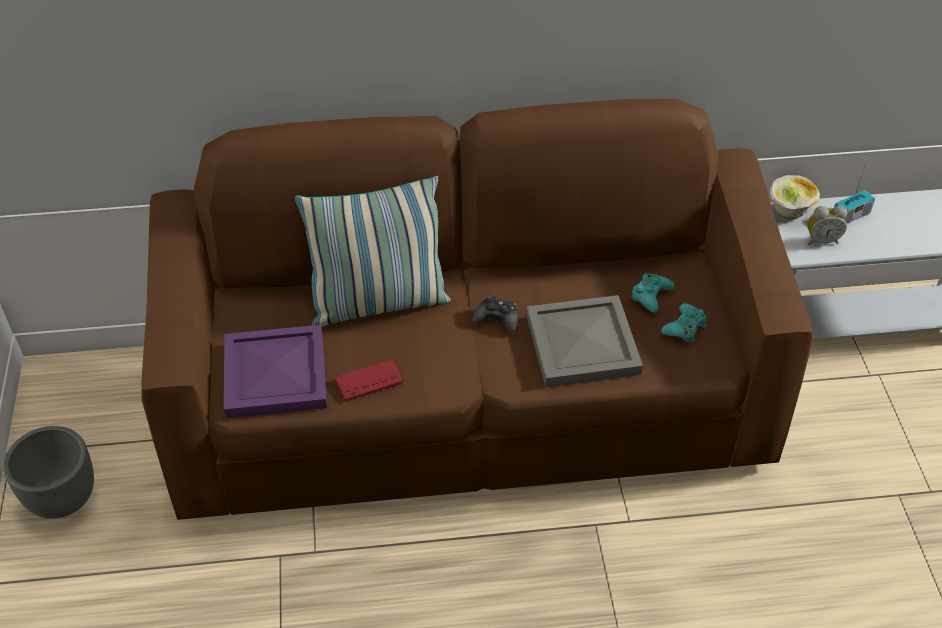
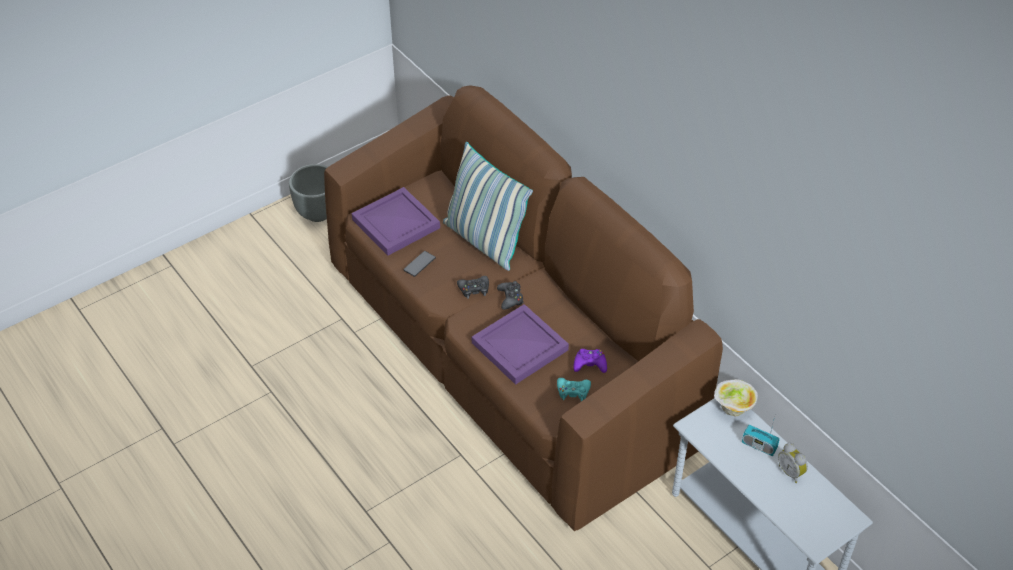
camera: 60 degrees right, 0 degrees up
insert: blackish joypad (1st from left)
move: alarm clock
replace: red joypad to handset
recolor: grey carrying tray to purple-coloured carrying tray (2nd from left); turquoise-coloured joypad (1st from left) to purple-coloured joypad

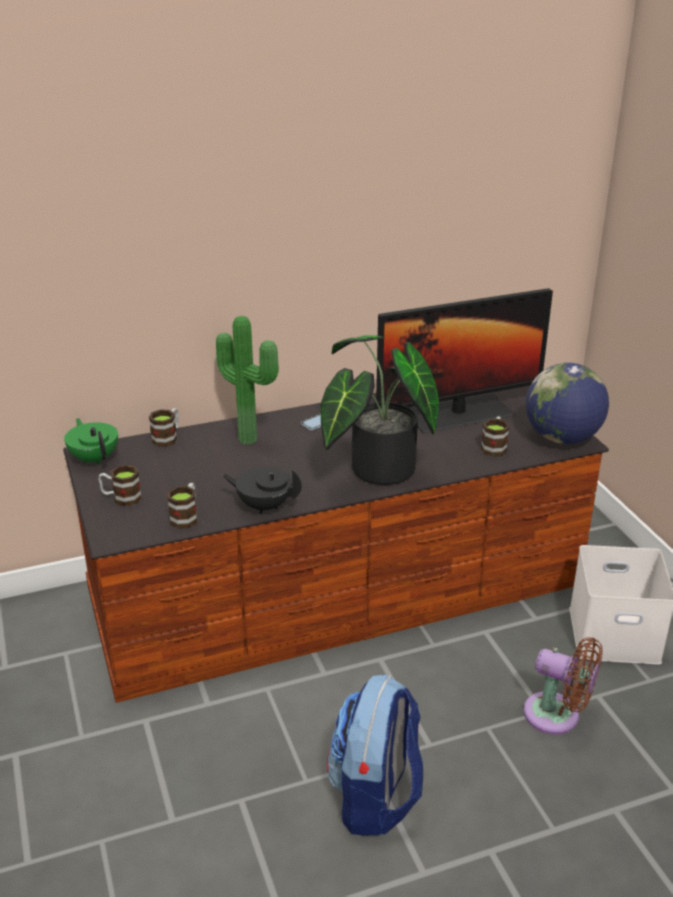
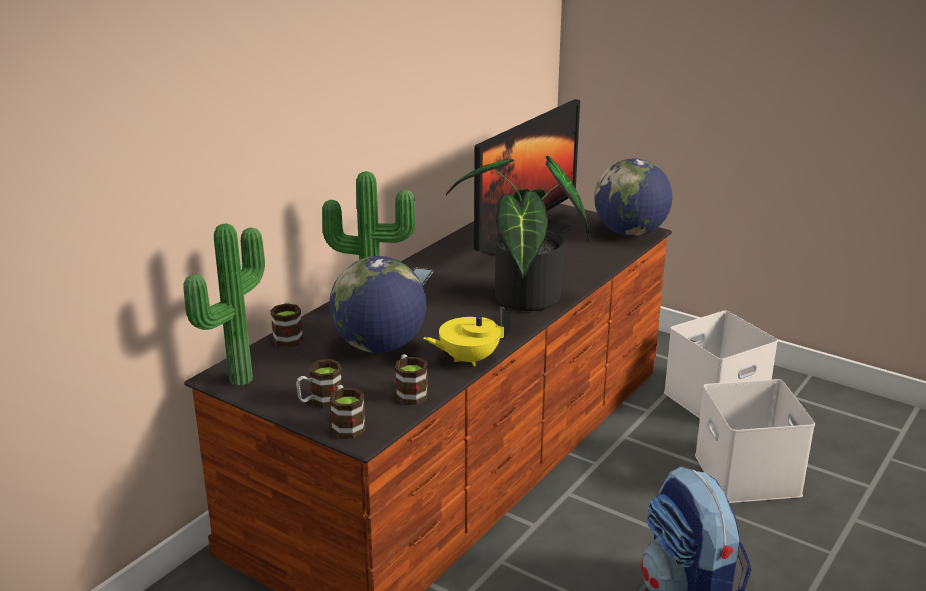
camera: 35 degrees left, 5 degrees down
insert: desk globe (1st from left)
move: tea mug (4th from left in the first image) to tea mug (3rd from left)
replace: green tea pot to houseplant (1st from left); brown-coloured fan to white storage container (2nd from left)
recolor: blackish tea pot to yellow tea pot

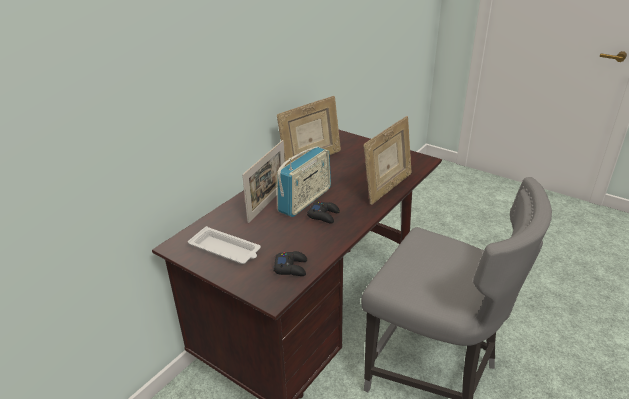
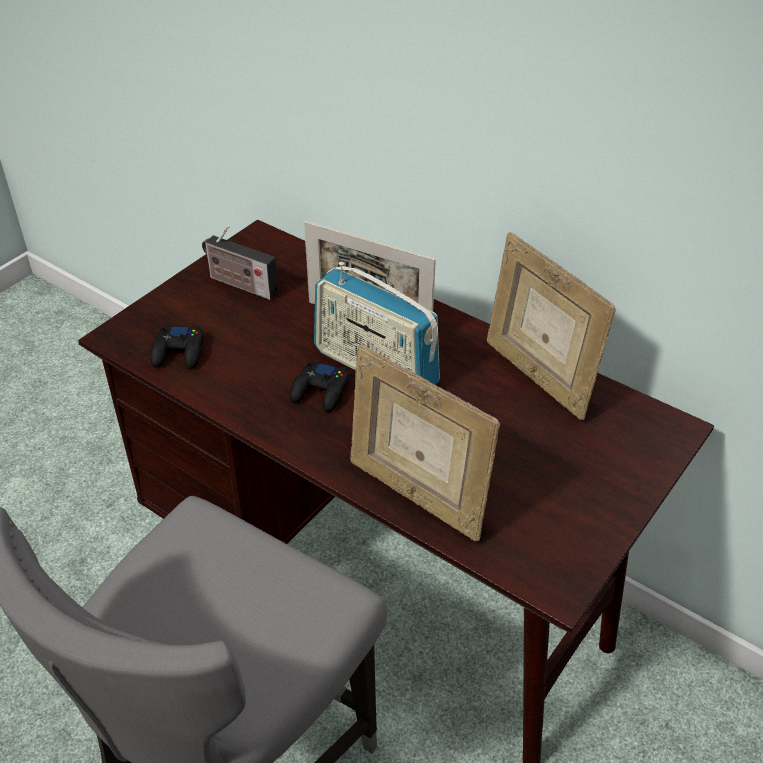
camera: 90 degrees right, 10 degrees up
replace: white carrying tray to radio receiver (1st from left)

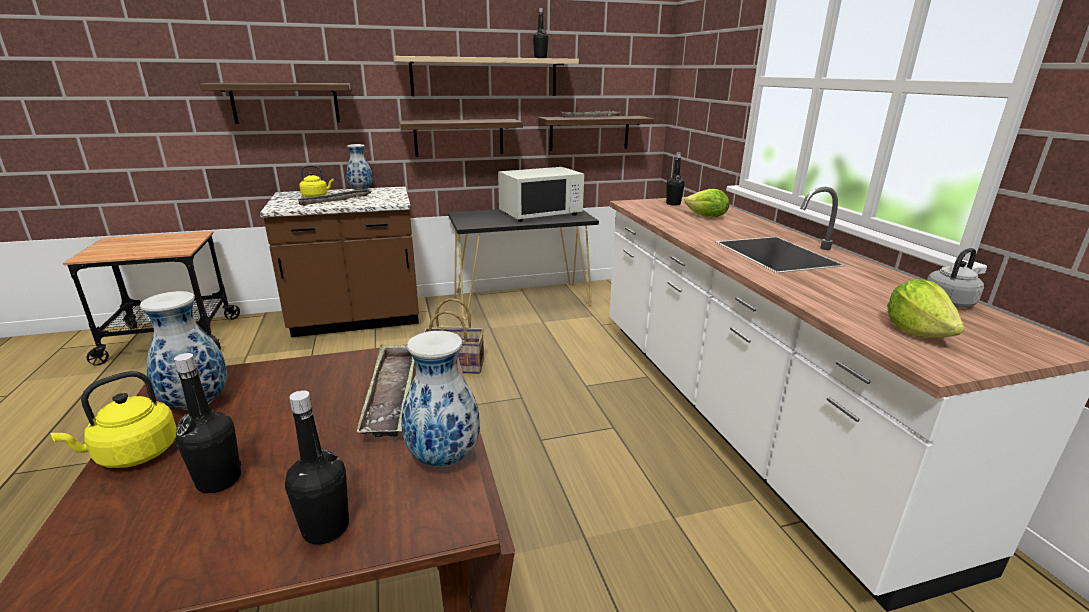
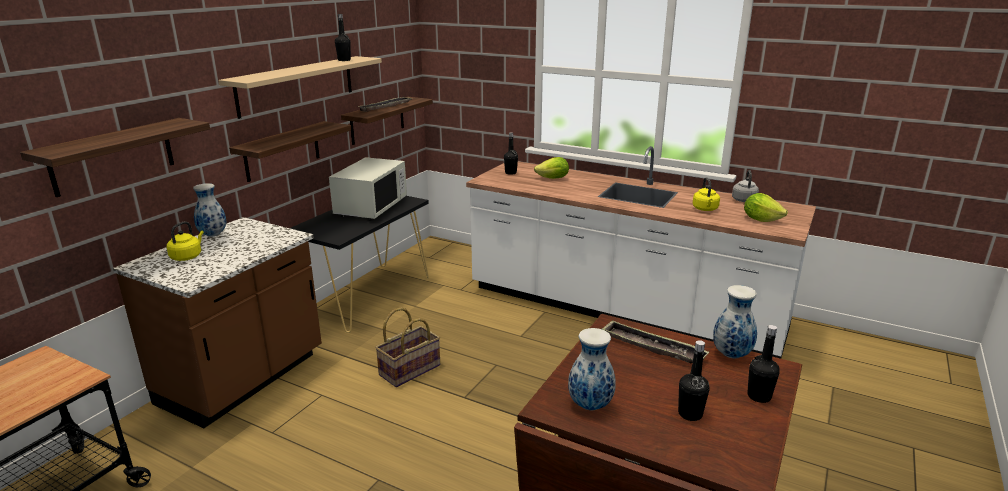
camera: 45 degrees left, 0 degrees up
delete: carrying tray (1st from left)
move: yellow kettle (1st from left in the first image) to yellow kettle (2nd from left)

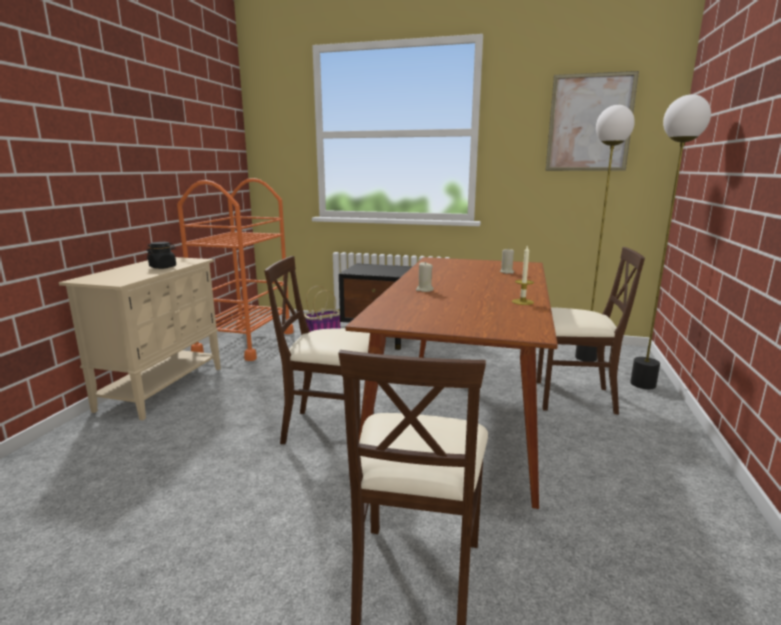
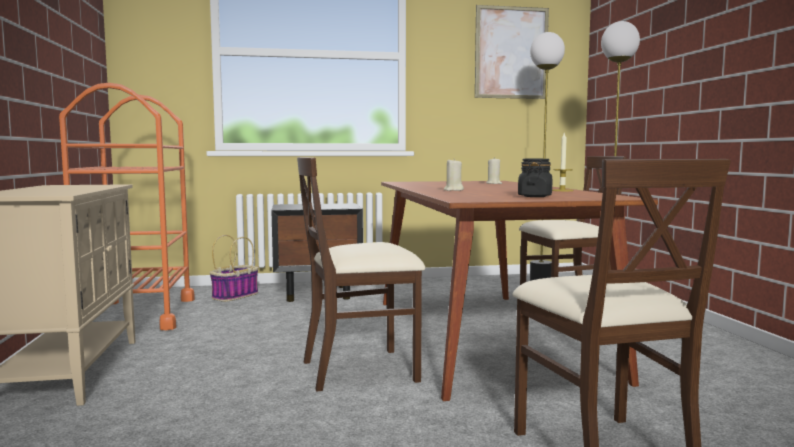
camera: 25 degrees left, 10 degrees down
move: blackish storage jar

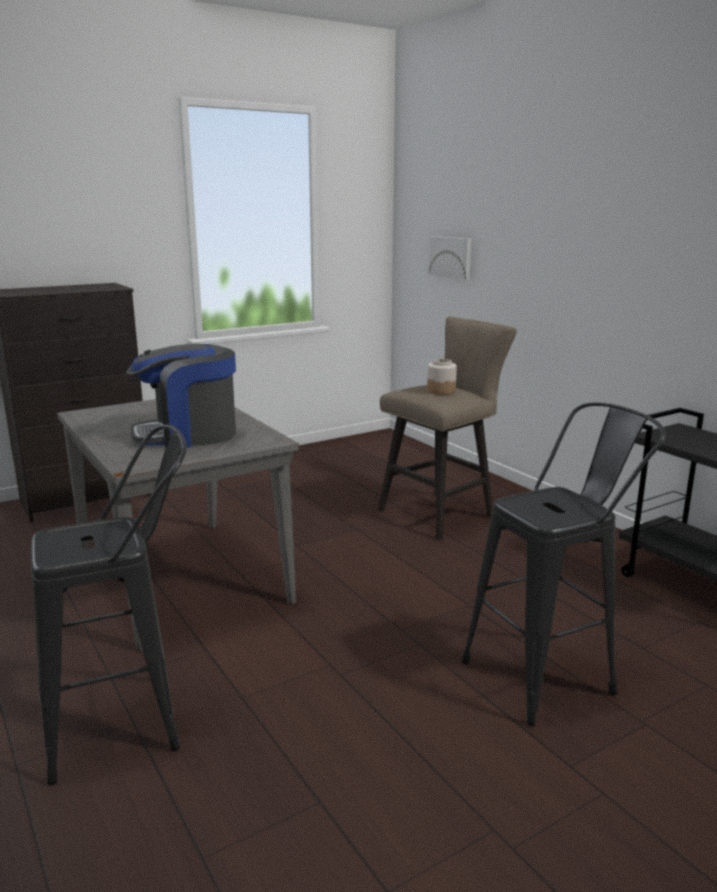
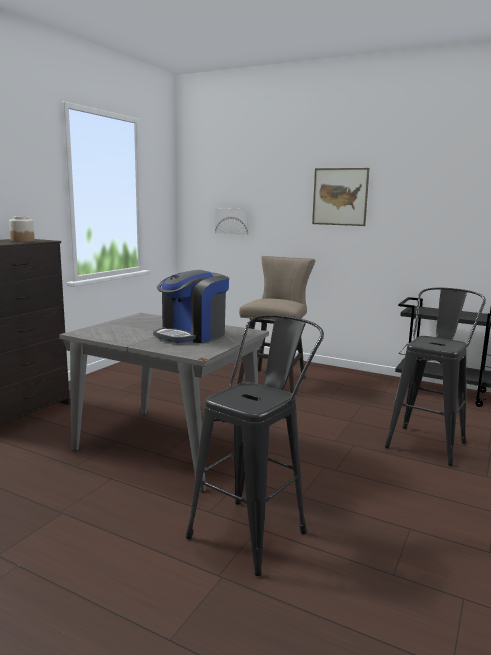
camera: 30 degrees left, 5 degrees down
insert: wall art (2nd from left)
move: storage jar

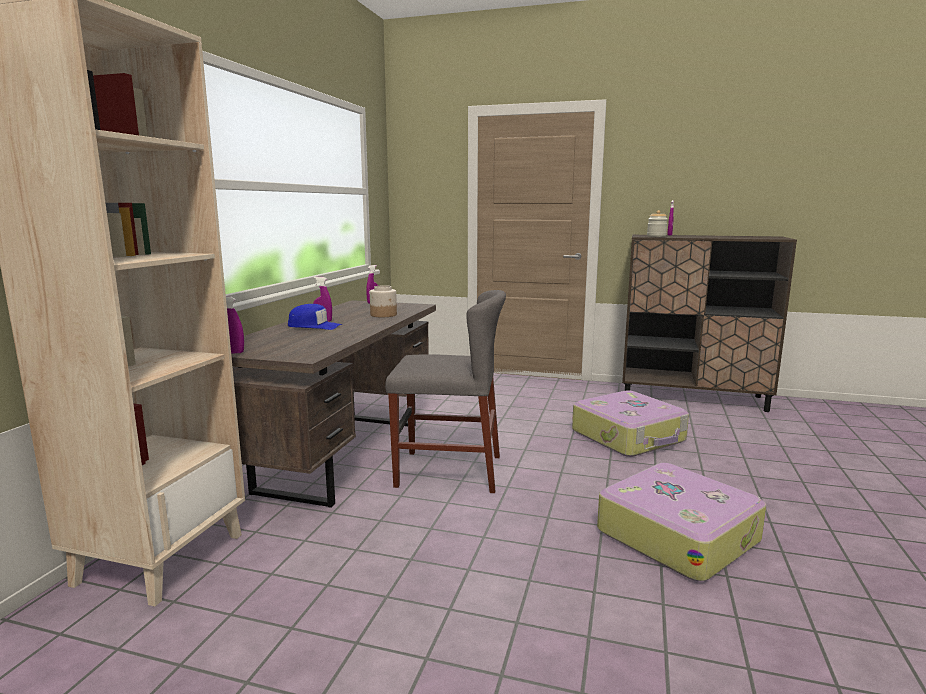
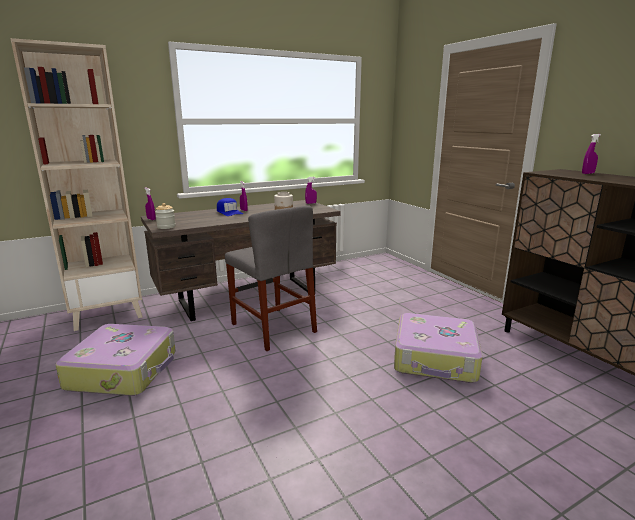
camera: 45 degrees right, 5 degrees up
move: suitcase (2nd from left in the first image) to suitcase (1st from left); storage jar (2nd from left in the first image) to storage jar (1st from left)

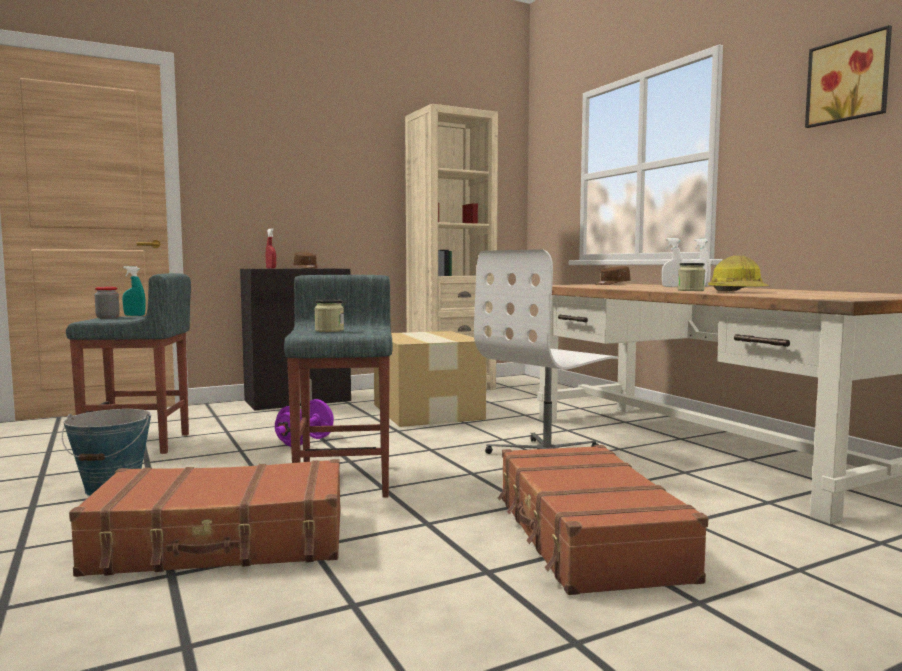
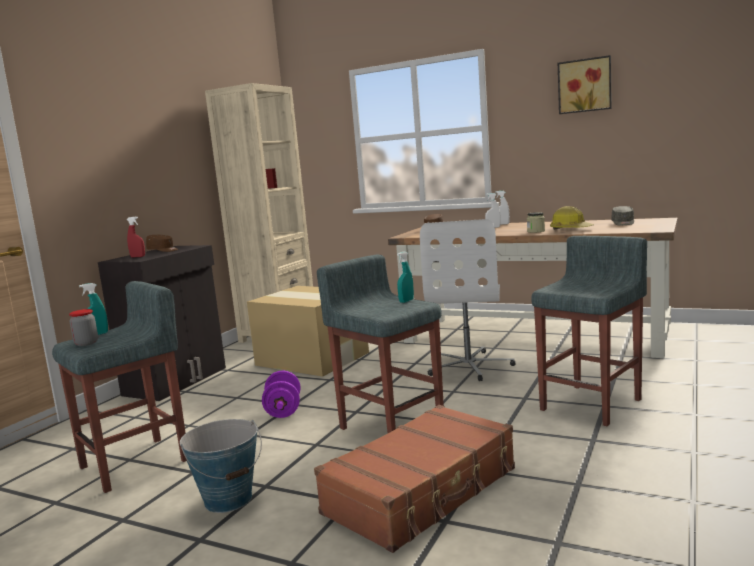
camera: 35 degrees left, 5 degrees up
delete: storage jar (2nd from left)
insert: turquoise-coloured hand sprayer (2nd from left); grey cap
replace: brown-coloured suitcase (2nd from left) to grey stool (3rd from left)

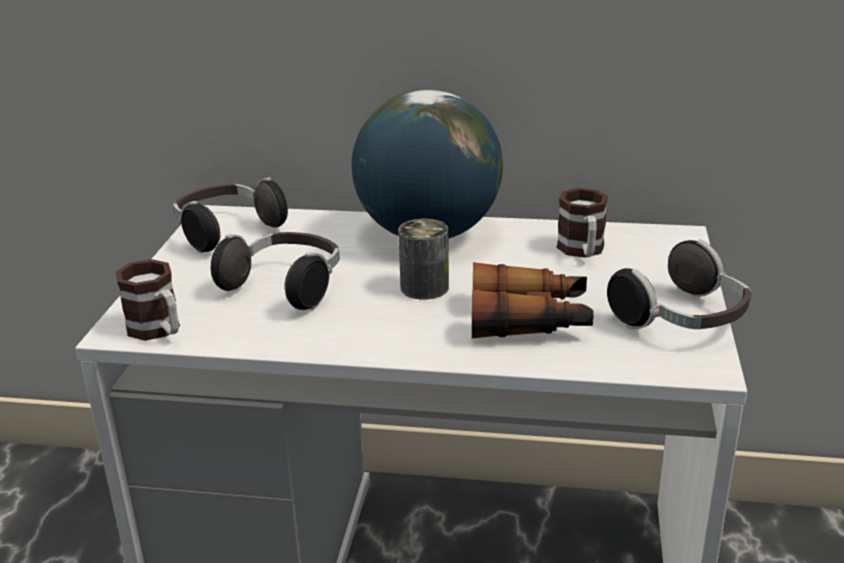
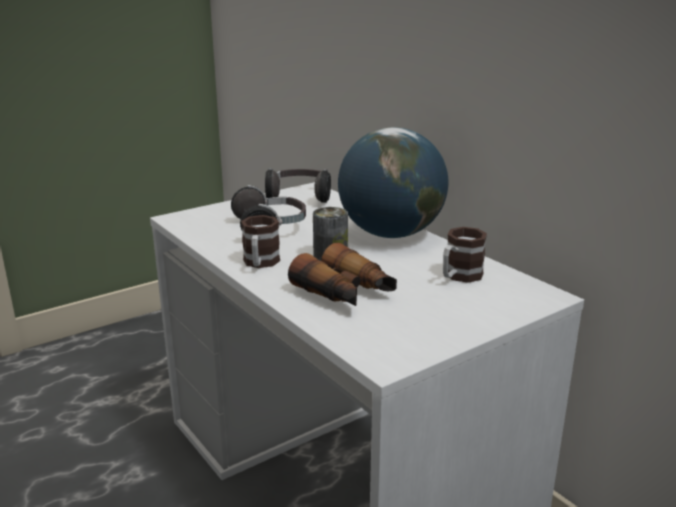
camera: 45 degrees right, 5 degrees down
delete: pair of headphones (3rd from left)
move: tea mug (1st from left)

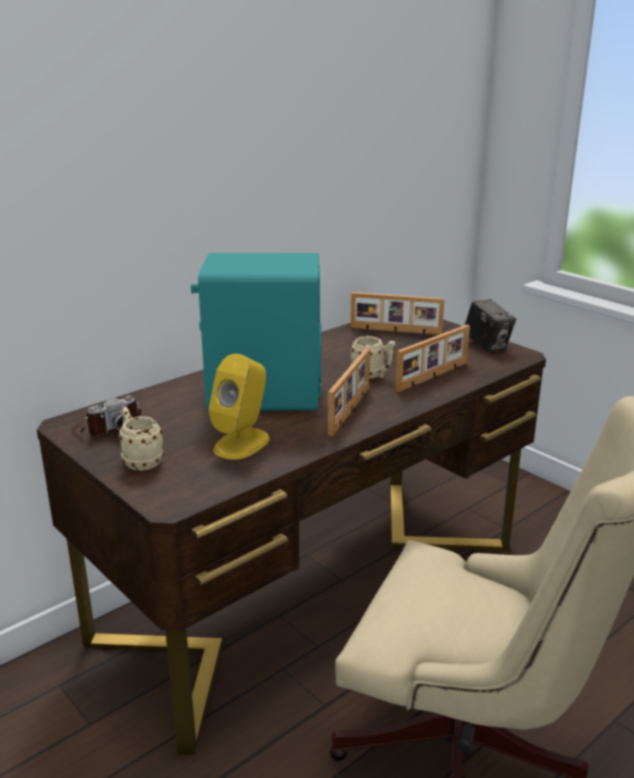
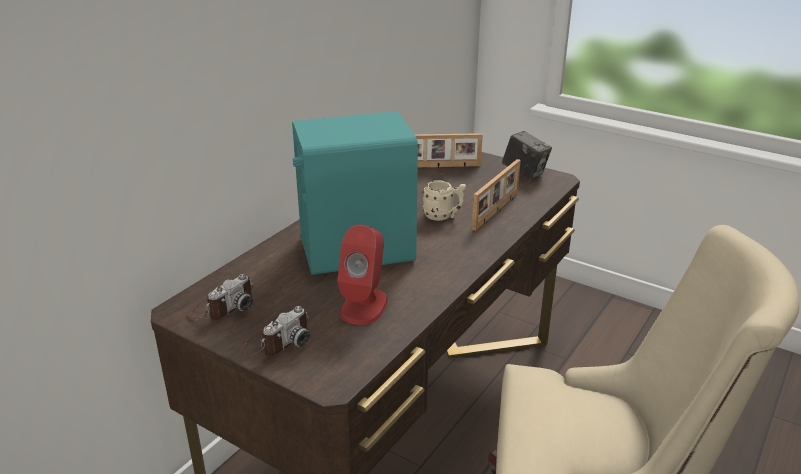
camera: 15 degrees left, 5 degrees up
delete: standing frame (1st from left)
replace: sand-coloured tea mug (1st from left) to still camera (2nd from left)
recolor: yellow loudspeaker to red loudspeaker

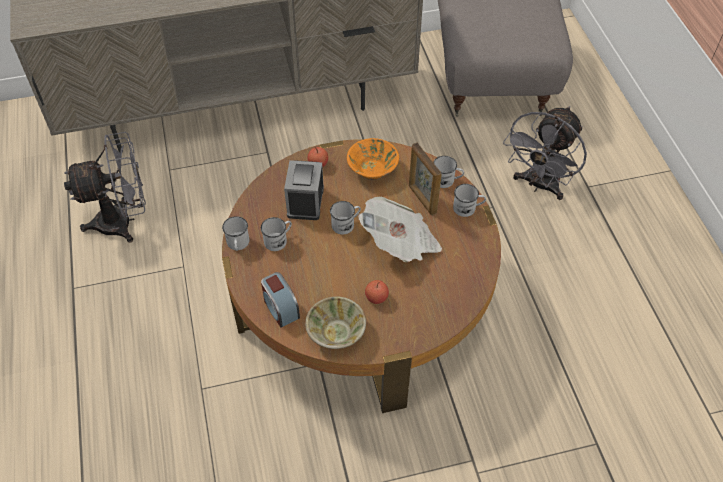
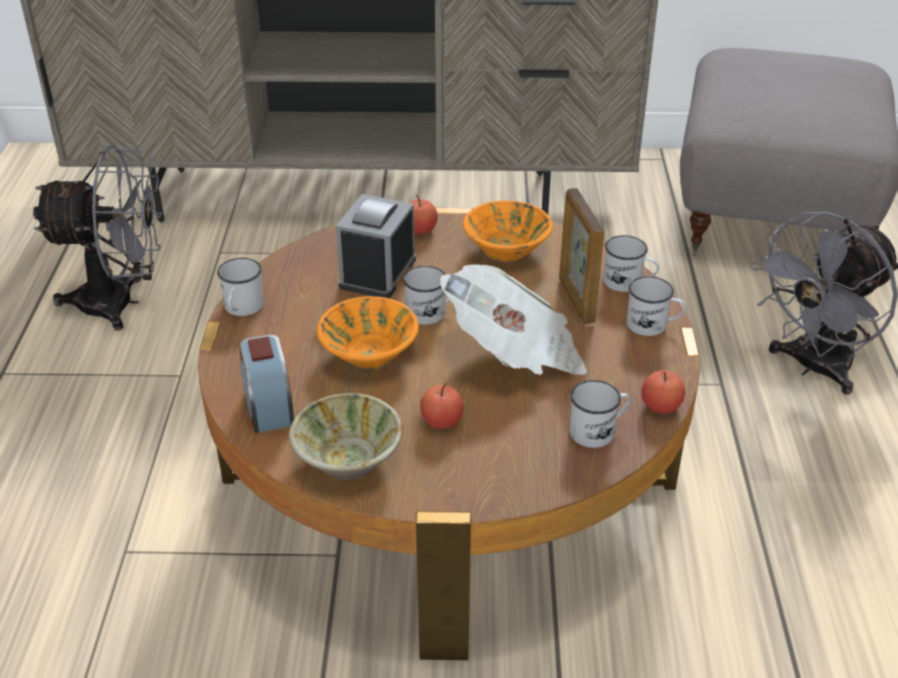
camera: 15 degrees right, 15 degrees down
insert: orange serving bowl (1st from left); apple (3rd from left)
move: white tea mug (2nd from left in the first image) to white tea mug (3rd from left)

